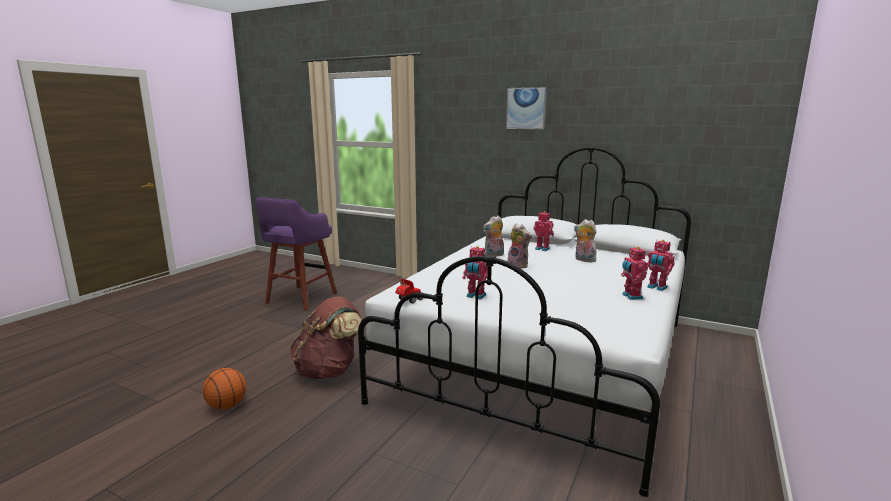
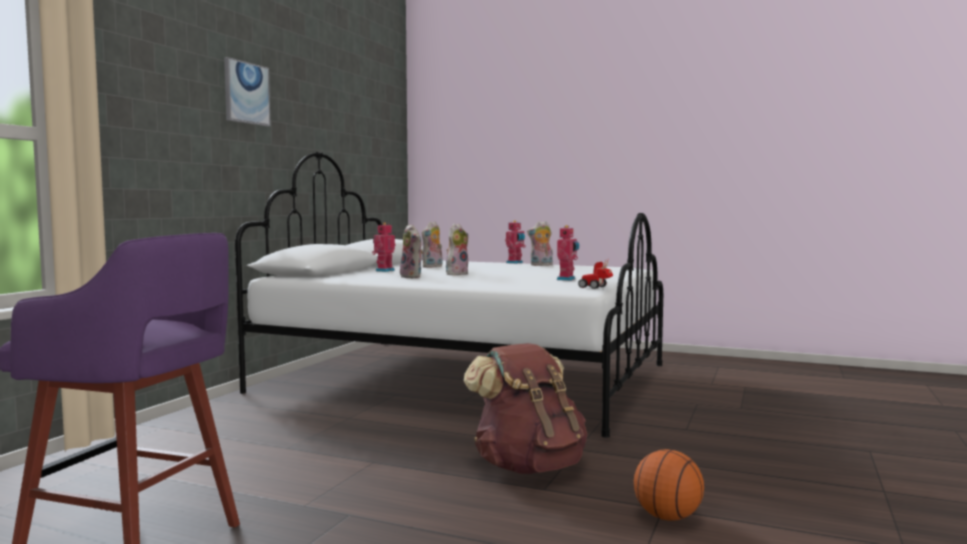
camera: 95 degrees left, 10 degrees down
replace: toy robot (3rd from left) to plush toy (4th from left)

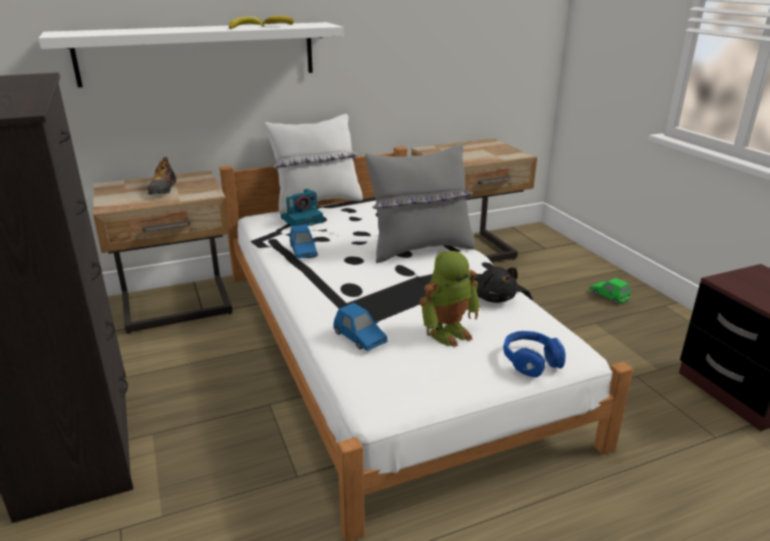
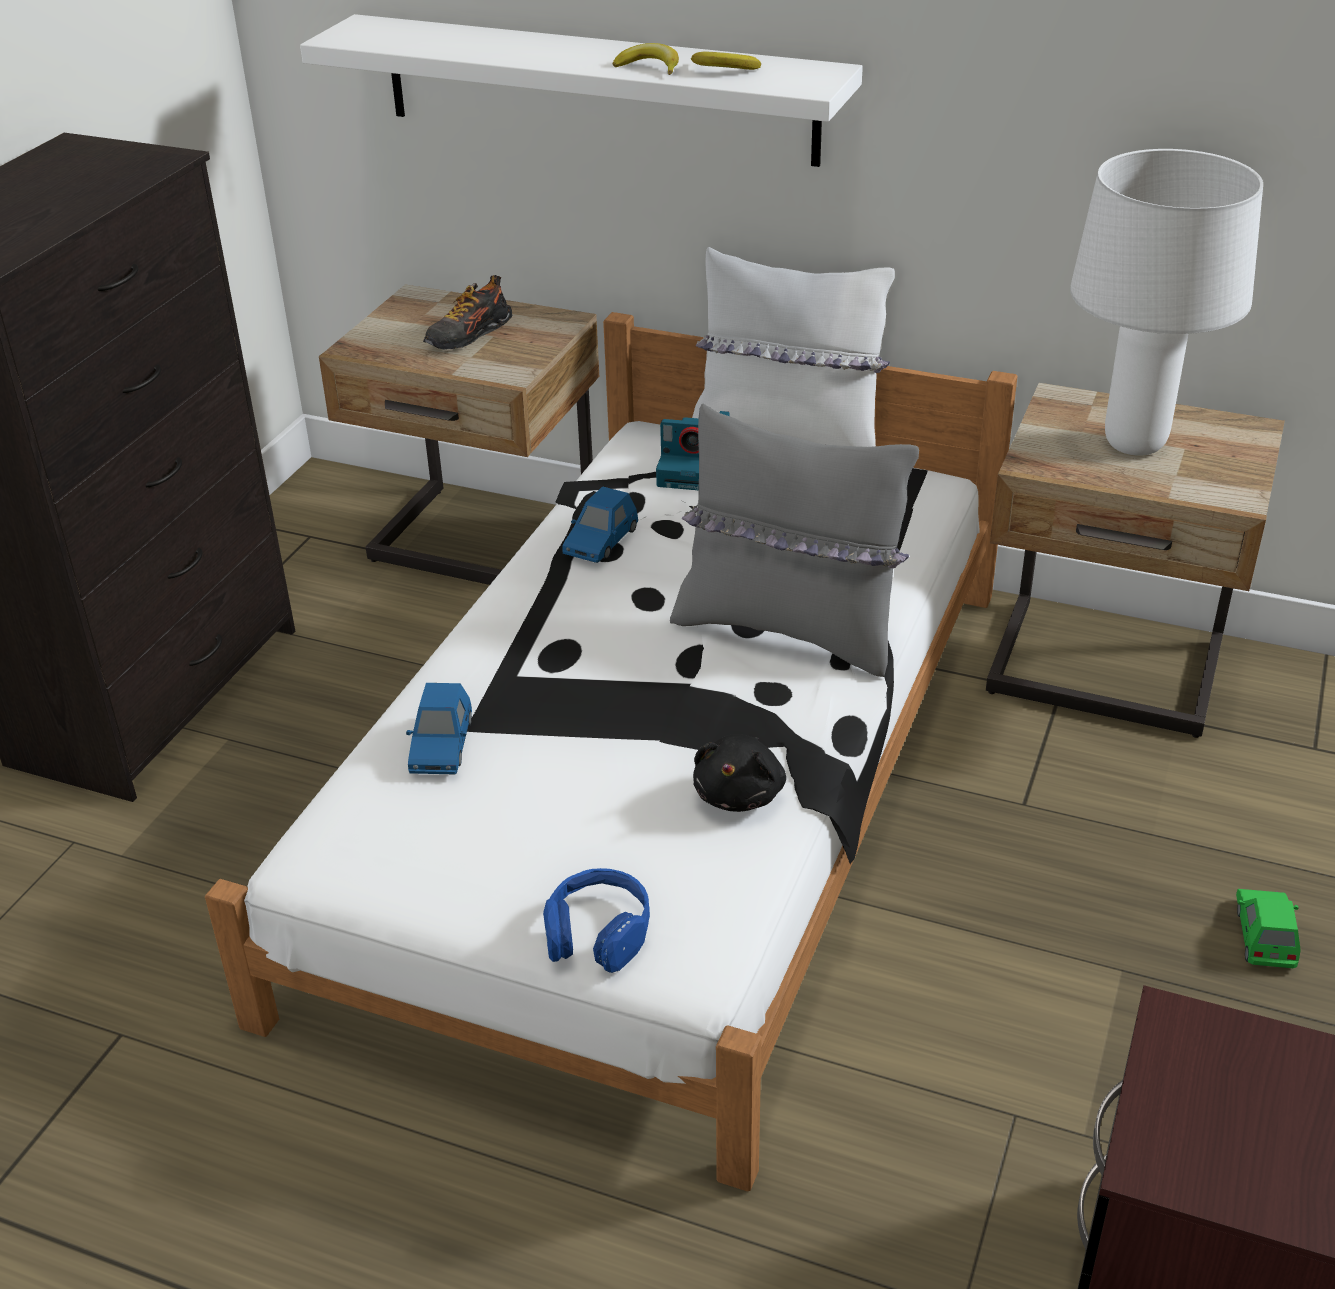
camera: 45 degrees right, 10 degrees up
delete: toy robot
insert: white table lamp

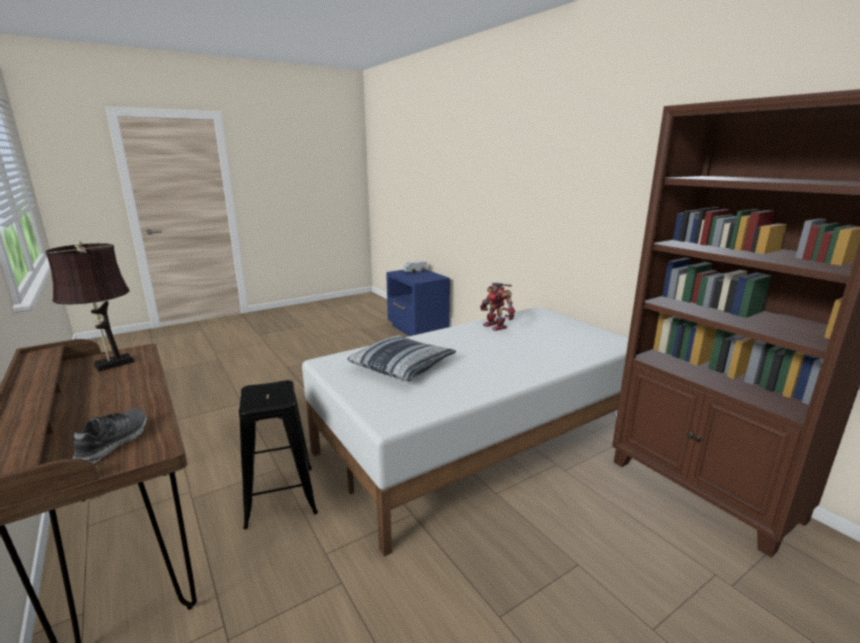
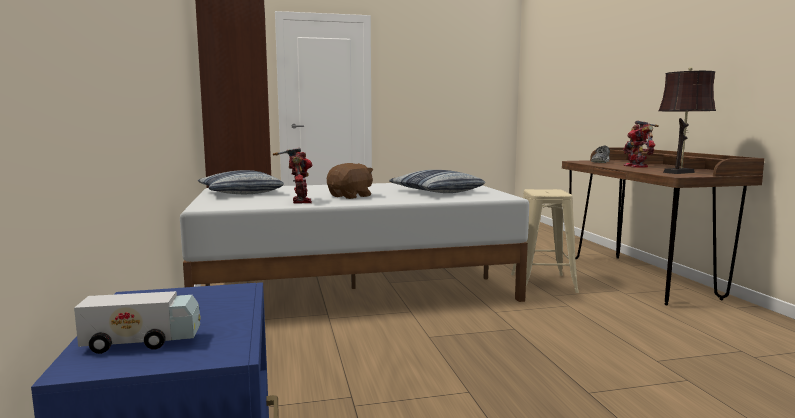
camera: 160 degrees left, 10 degrees down
insert: throw pillow (1st from left); brown-coloured plush toy; toy robot (2nd from left)
recolor: blackish stool to sand-coloured stool

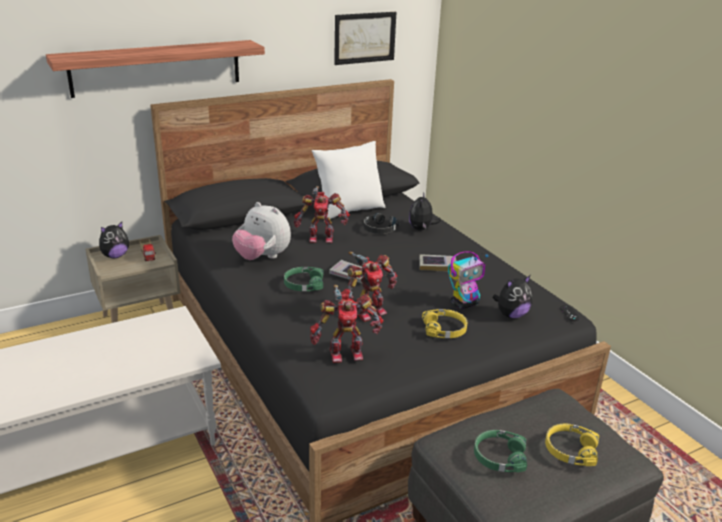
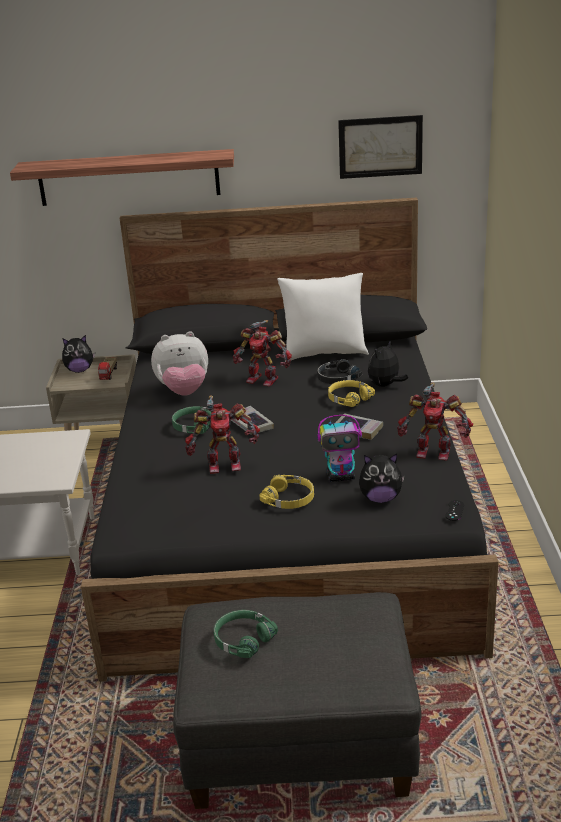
camera: 30 degrees right, 0 degrees up
move: toy robot (2nd from left in the first image) to toy robot (4th from left); yellow pair of headphones (2nd from left)
rotate: plush toy (2nd from left) 75 degrees counterclockwise

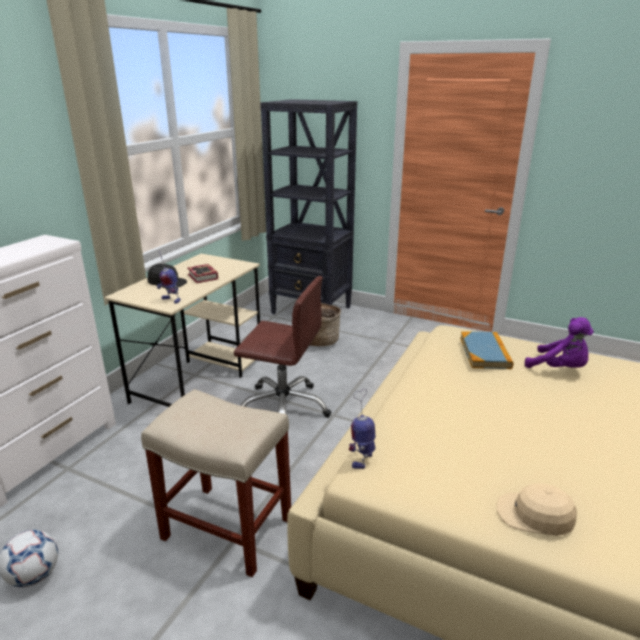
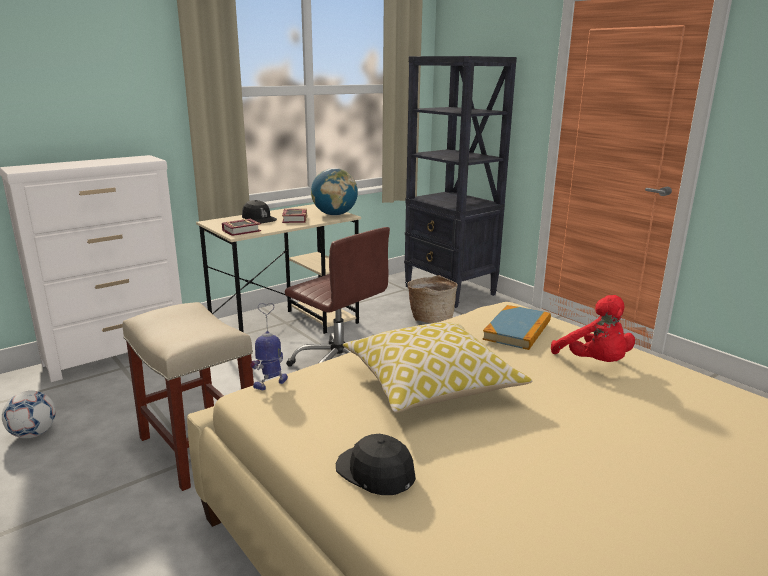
camera: 25 degrees right, 5 degrees down
insert: desk globe; throw pillow
replace: toy robot (1st from left) to volume (1st from left)
recolor: sand-coloured cap to blackish cap (2nd from left); purple-coloured plush toy to red plush toy

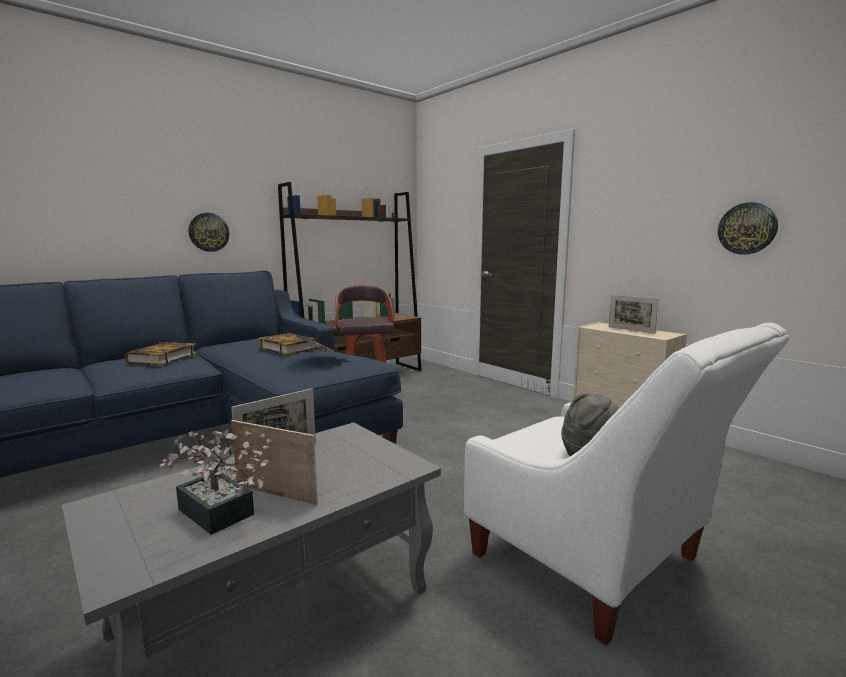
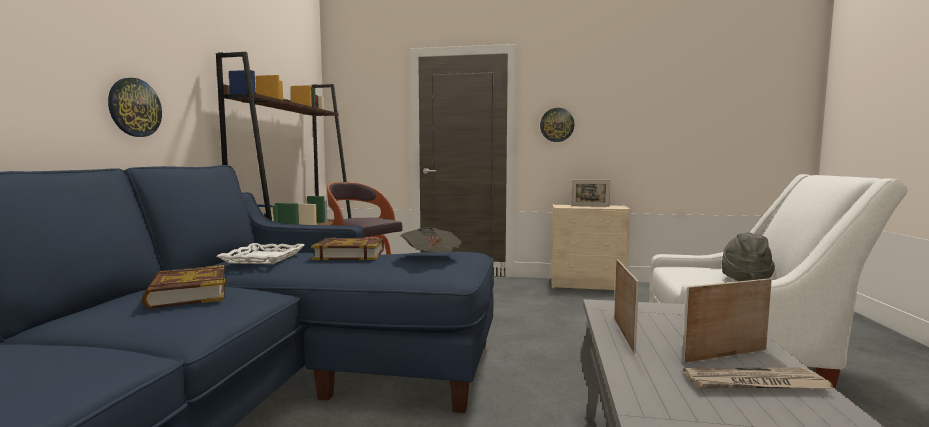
camera: 40 degrees left, 5 degrees down
insert: white carrying tray
move: clock on the wall (2nd from left)
replace: houseplant to printed paper (2nd from left)

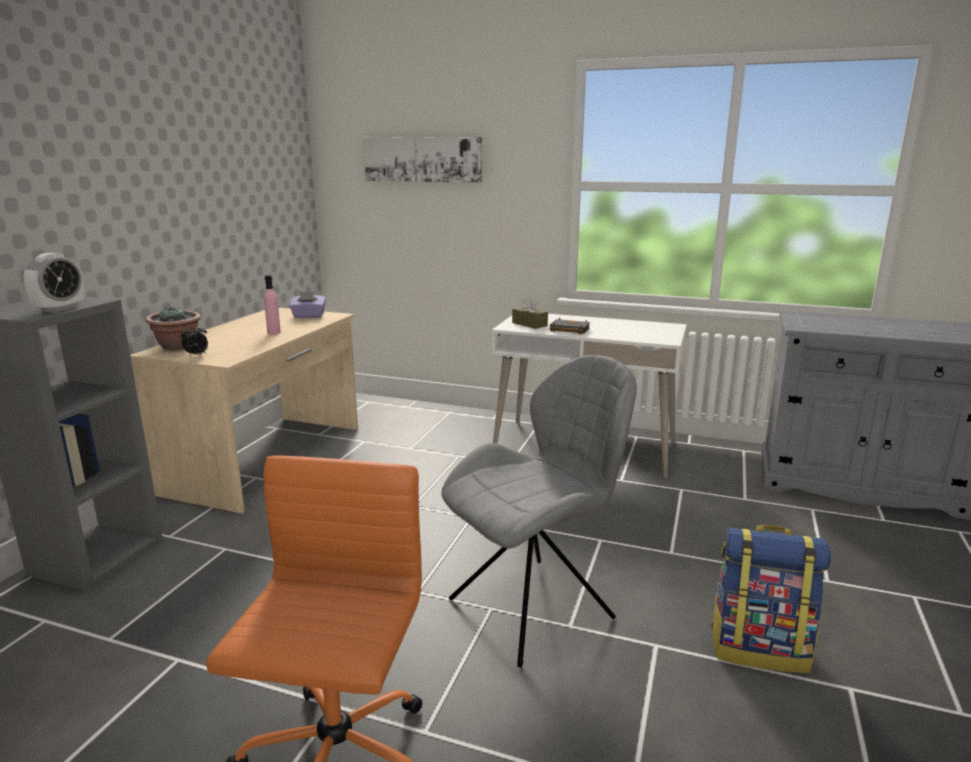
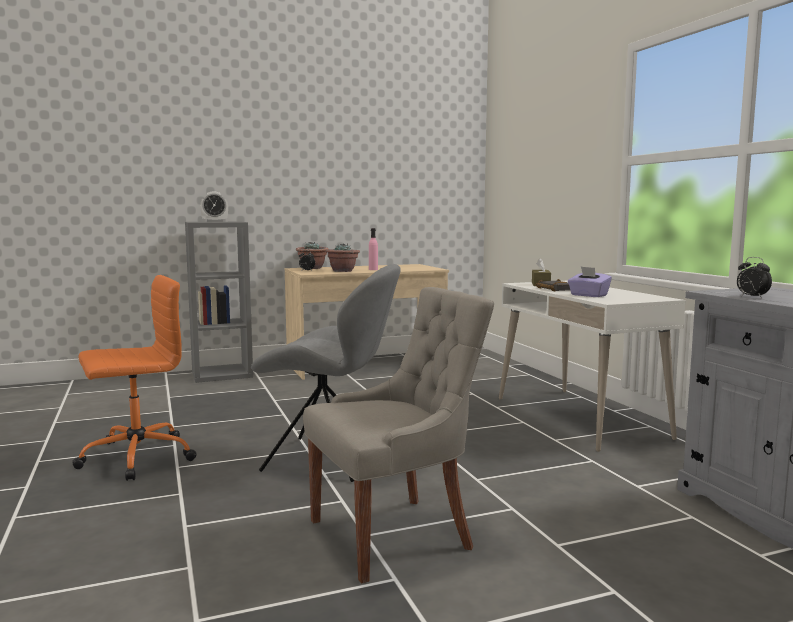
camera: 50 degrees right, 10 degrees down
delete: wall art
insert: houseplant (2nd from left); alarm clock (3rd from left)
move: purple-coloured tissue holder
replace: knapsack to grey chair (2nd from left)

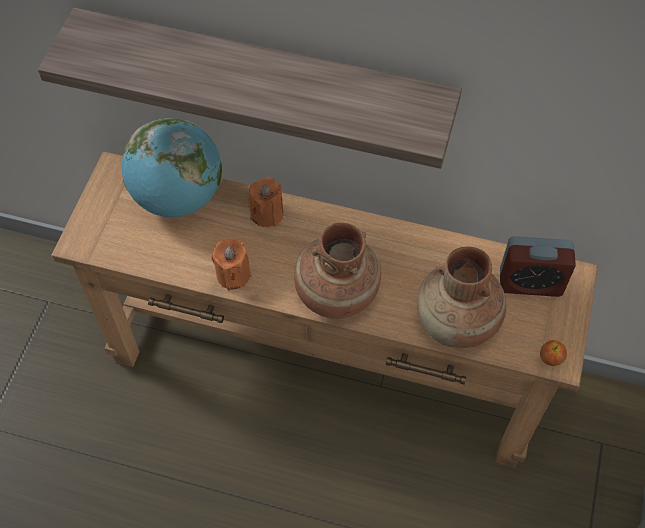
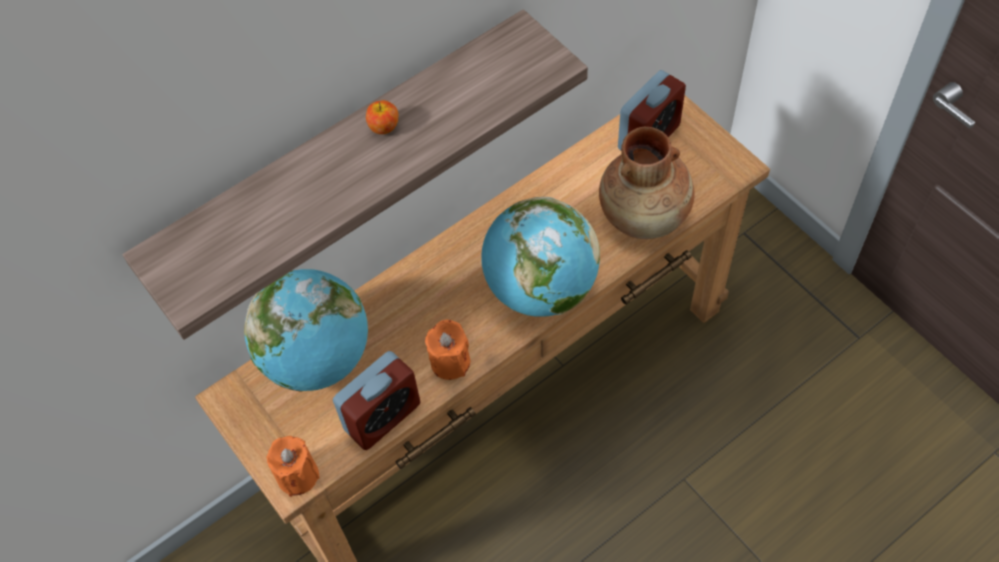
camera: 50 degrees left, 0 degrees up
insert: alarm clock (1st from left)
move: orange wax candle (2nd from left in the first image) to orange wax candle (1st from left); apple
replace: brown-coloured decorative vase (1st from left) to desk globe (2nd from left)

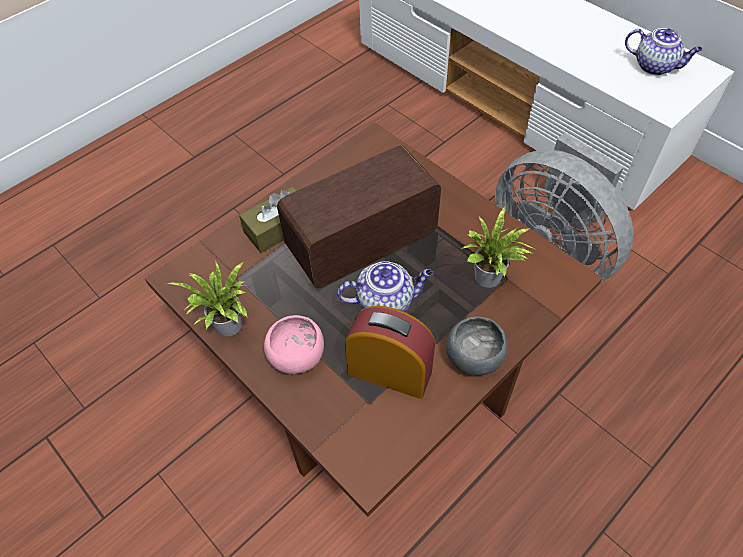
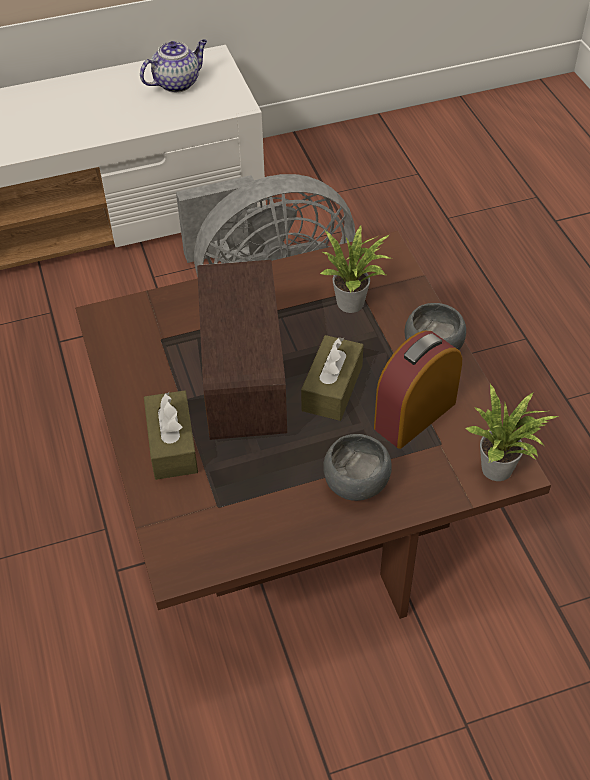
camera: 65 degrees left, 5 degrees down
move: houseplant (1st from left in the first image) to houseplant (2nd from left)
replace: tea pot (1st from left) to brown-coloured tissue holder (2nd from left)
recolor: pink serving bowl to grey serving bowl (1st from left)

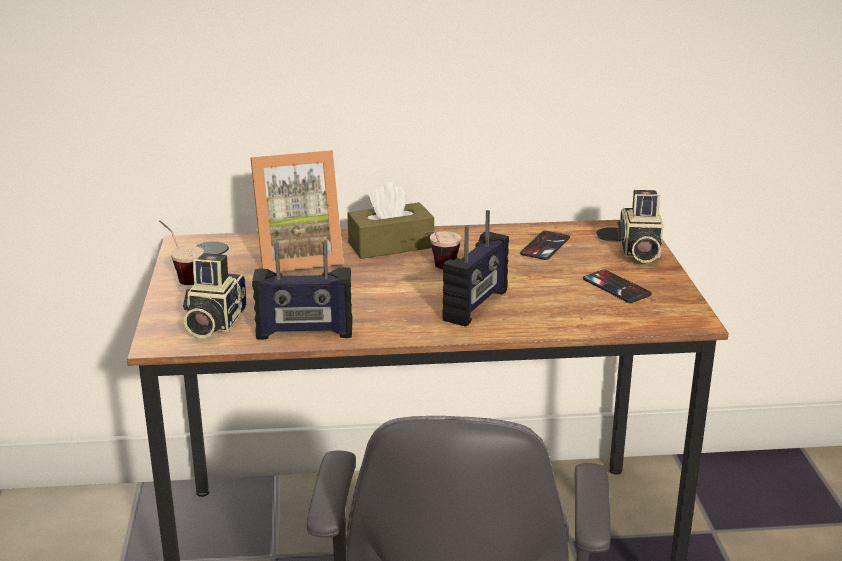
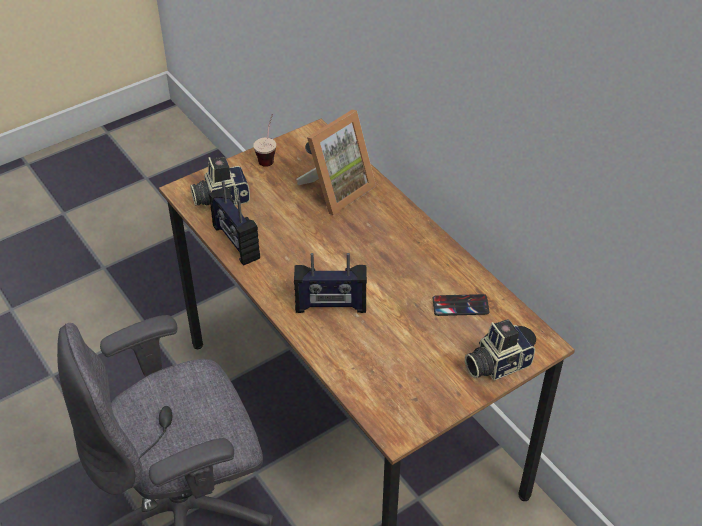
camera: 60 degrees right, 20 degrees up
delete: brown-coloured tissue holder; drinking cup (2nd from left); handset (2nd from left)
rotate: standing frame 90 degrees counterclockwise

